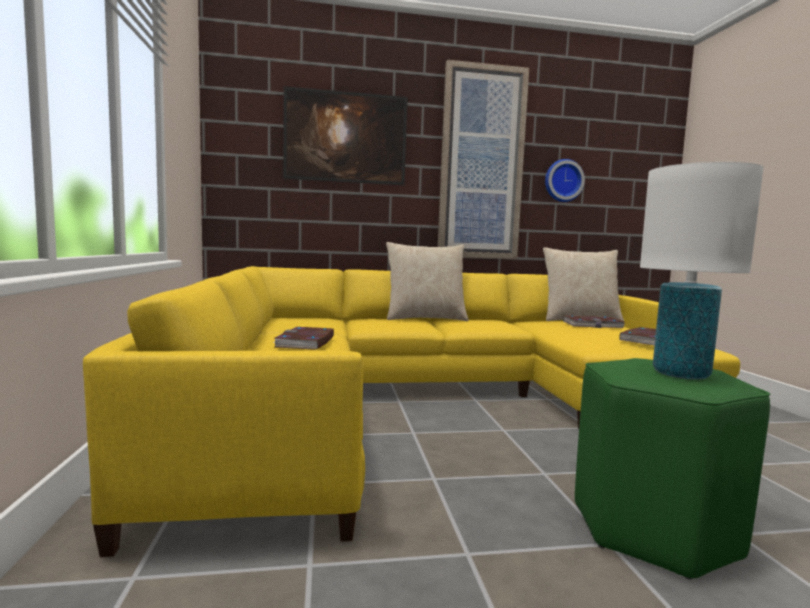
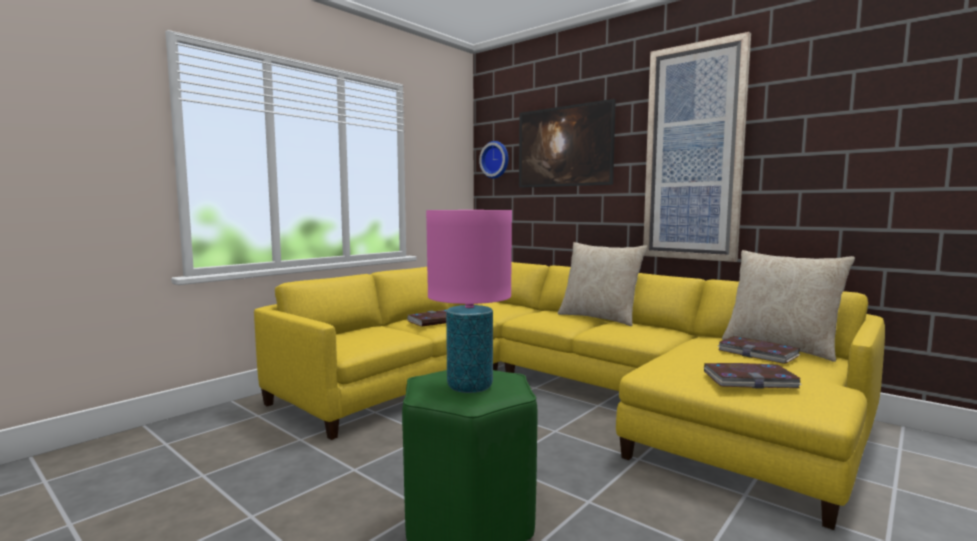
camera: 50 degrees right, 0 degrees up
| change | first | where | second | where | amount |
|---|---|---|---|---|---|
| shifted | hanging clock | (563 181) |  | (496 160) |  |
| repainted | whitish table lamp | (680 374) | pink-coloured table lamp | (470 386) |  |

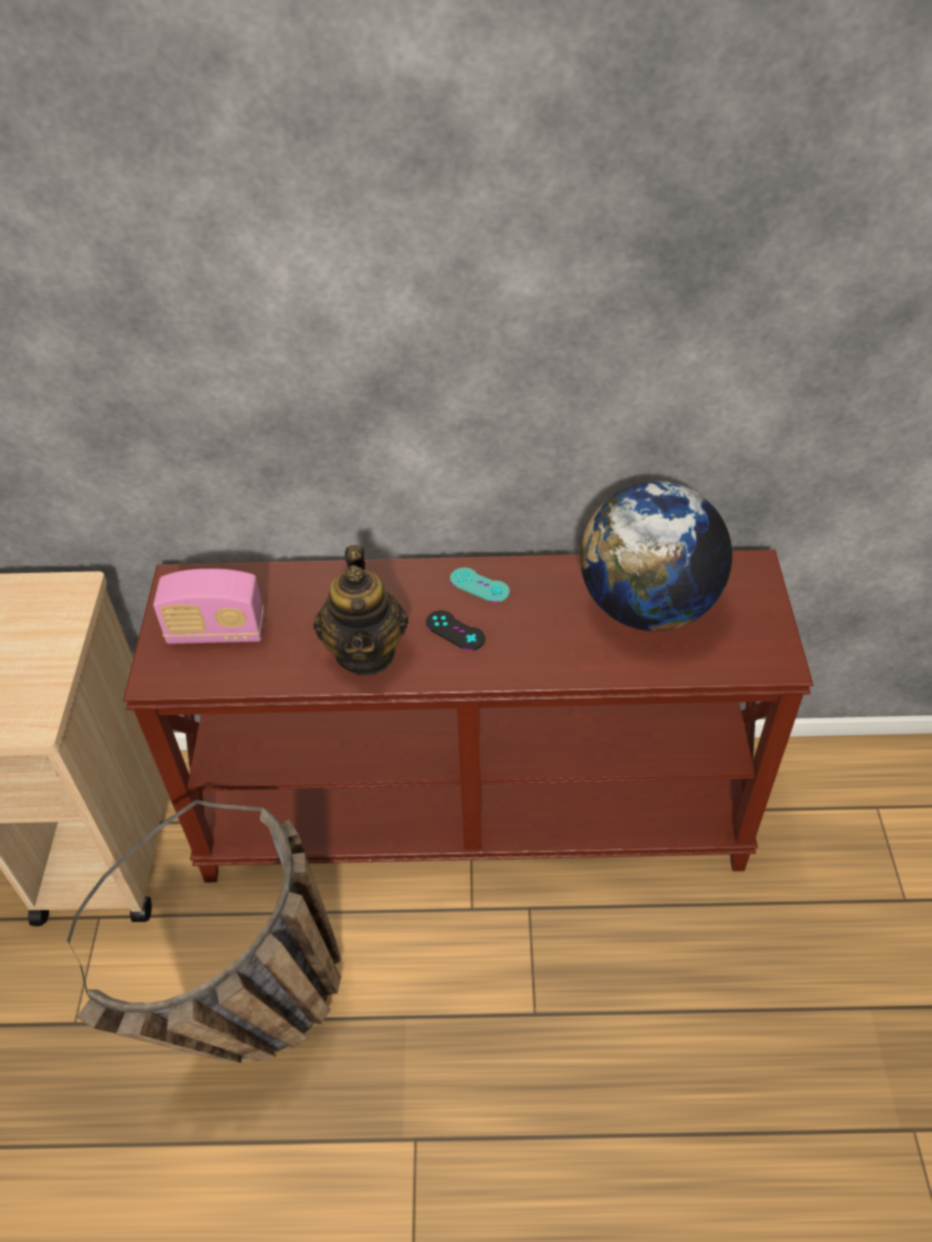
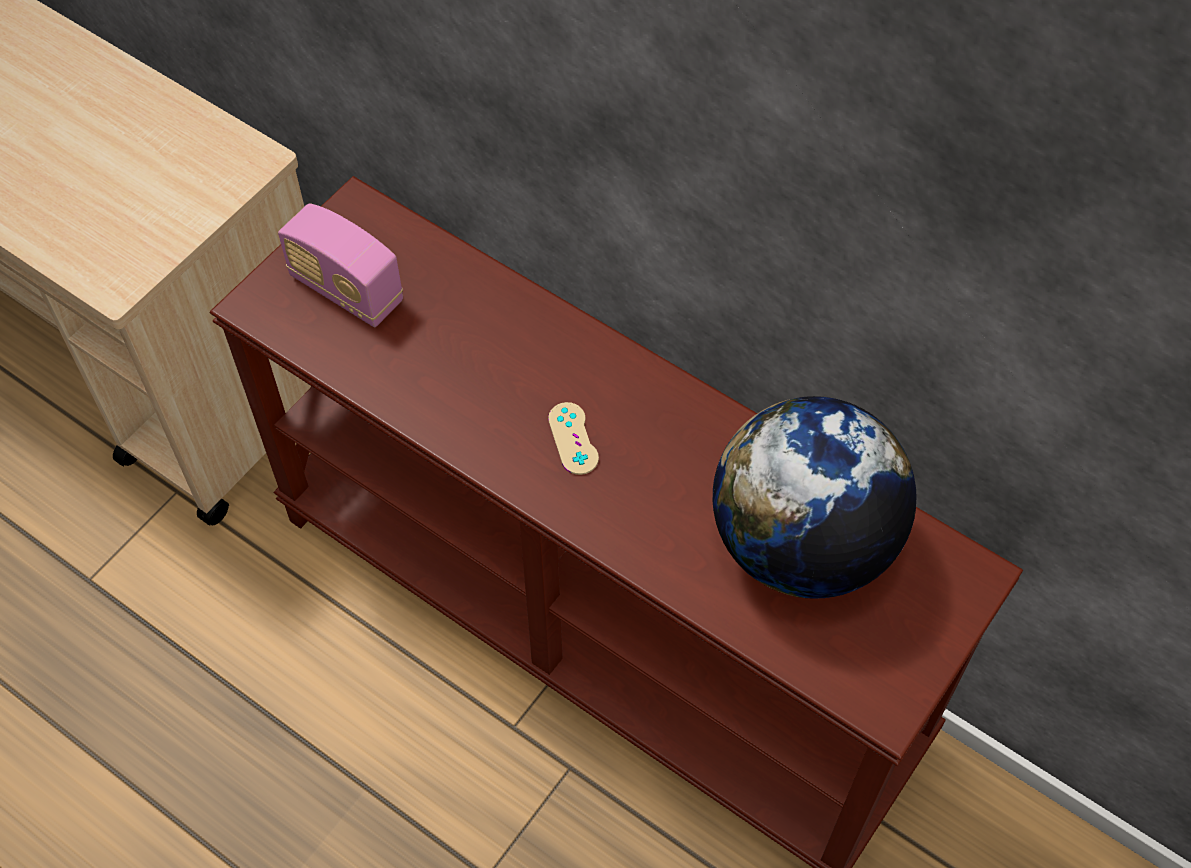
camera: 35 degrees right, 10 degrees up
| change | first | where | second | where | amount |
|---|---|---|---|---|---|
| gone | household basket | (251 1024) |  |  |  |
| gone | teapot | (366 652) |  |  |  |
| gone | blue-green joypad | (479 585) |  |  |  |
| repainted | black-coloured joypad | (455 631) | sand-coloured joypad | (573 438) |  |

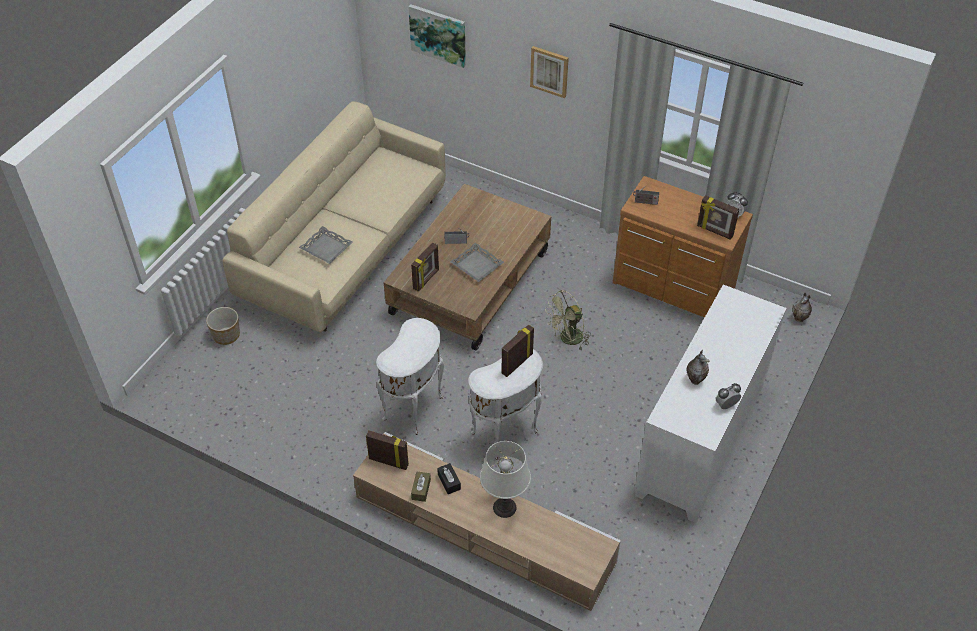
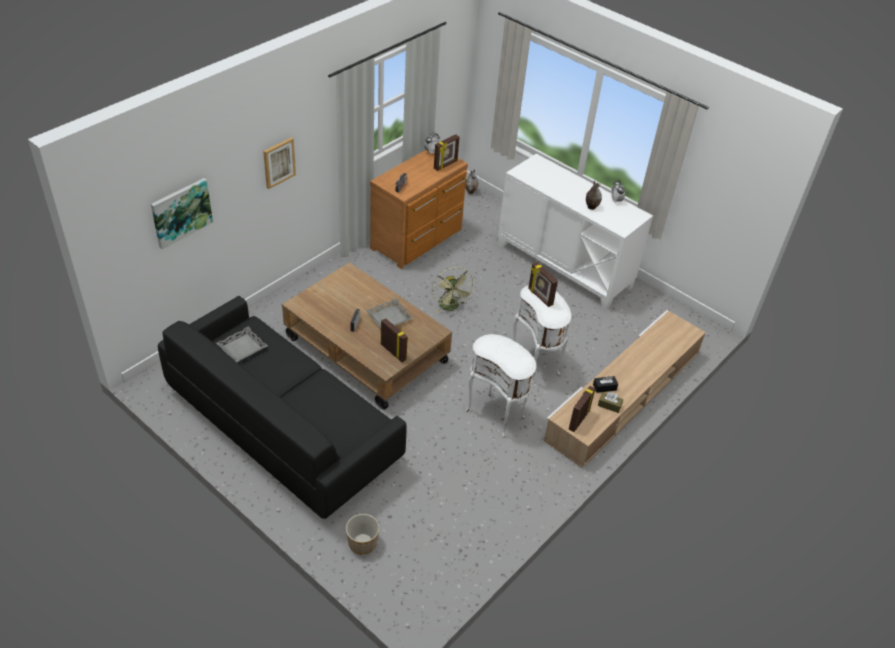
camera: 80 degrees left, 5 degrees down
| change | first | where | second | where | amount |
|---|---|---|---|---|---|
| gone | whitish table lamp | (504 507) |  |  |  |
| shifted | grey serving tray | (326 248) |  | (242 347) |  |
| repainted | sand-coloured sofa | (347 249) | black-coloured sofa | (284 427) |  |

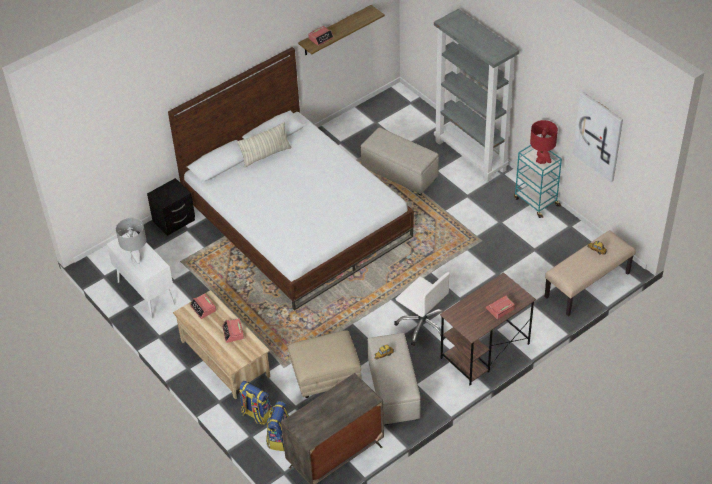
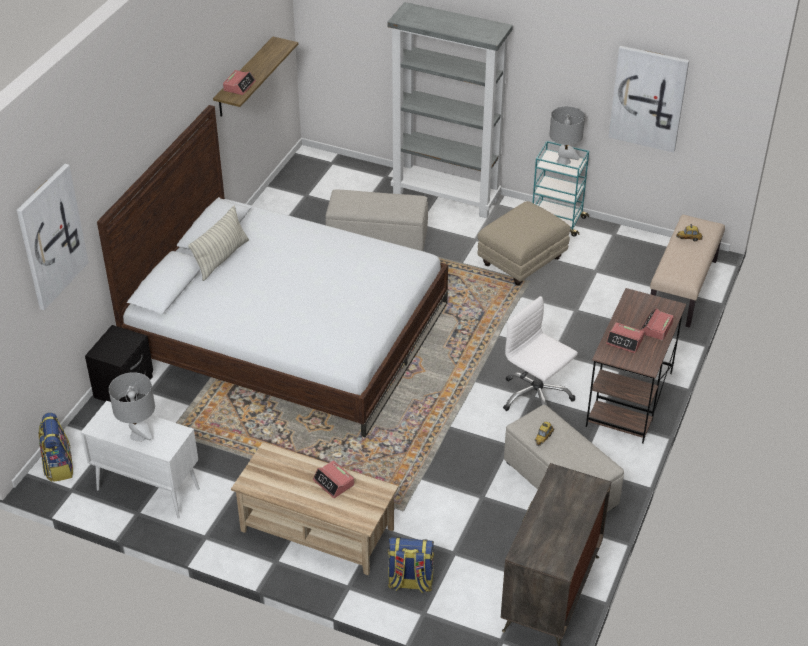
camera: 30 degrees left, 5 degrees down
| change | first | where | second | where | amount |
|---|---|---|---|---|---|
| new |  |  | wall picture | (51 236) |  |
| shifted | alarm clock | (203 308) |  | (625 341) |  |
| shifted | rucksack | (279 438) |  | (58 466) |  |
| shifted | sand-coloured ottoman | (325 377) |  | (521 262) |  |
| repainted | reddish table lamp | (541 160) | grey table lamp | (563 161) |  |
| rotated | whitish desk chair | (423 325) |  | (535 397) | 150 degrees counterclockwise |

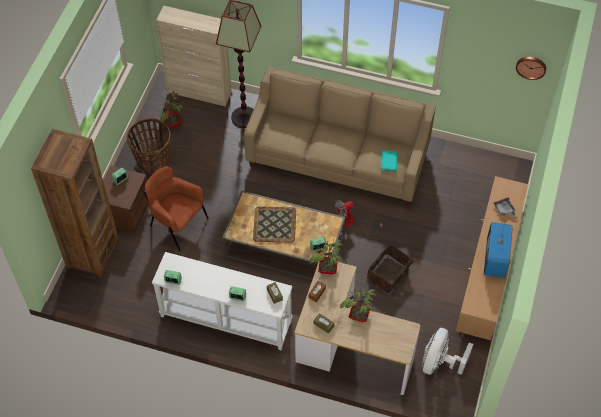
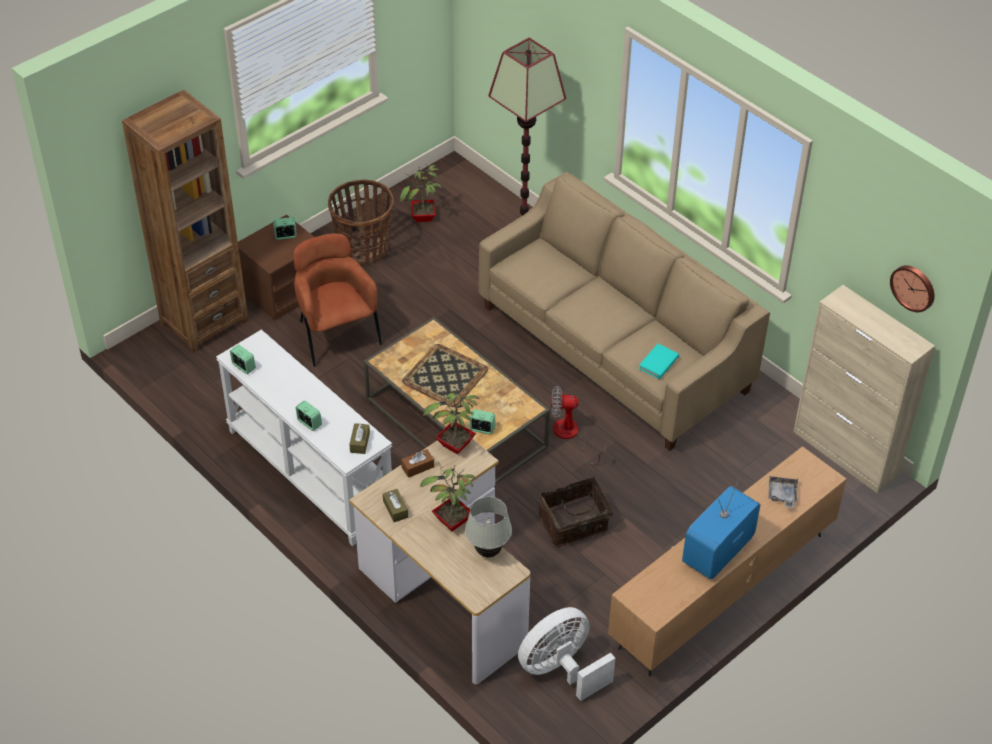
camera: 30 degrees right, 10 degrees down
| change | first | where | second | where | amount |
|---|---|---|---|---|---|
| new |  |  | whitish table lamp | (488 552) |  |
| shifted | sand-coloured cabinet | (200 92) |  | (845 454) |  |

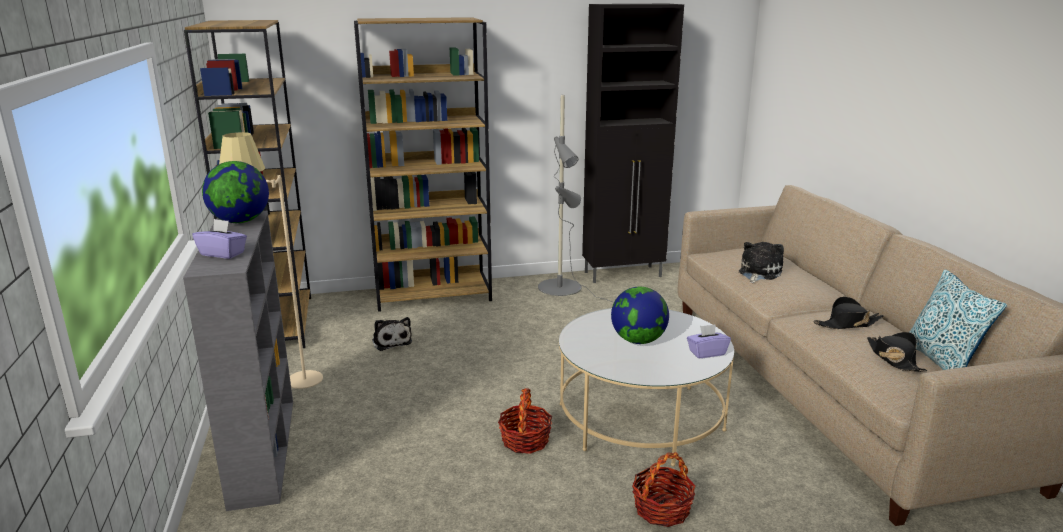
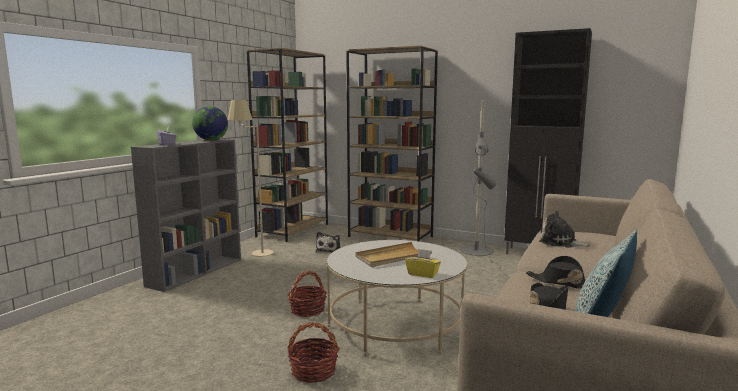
camera: 40 degrees right, 10 degrees down
| change | first | where | second | where | amount |
|---|---|---|---|---|---|
| swapped | globe | (638 340) | sand-coloured serving tray | (392 257) |  |
| repainted | purplish box of tissues | (706 353) | yellowish box of tissues | (423 274) |  |
| rotated | soft toy | (758 273) |  | (560 243) | 135 degrees counterclockwise |

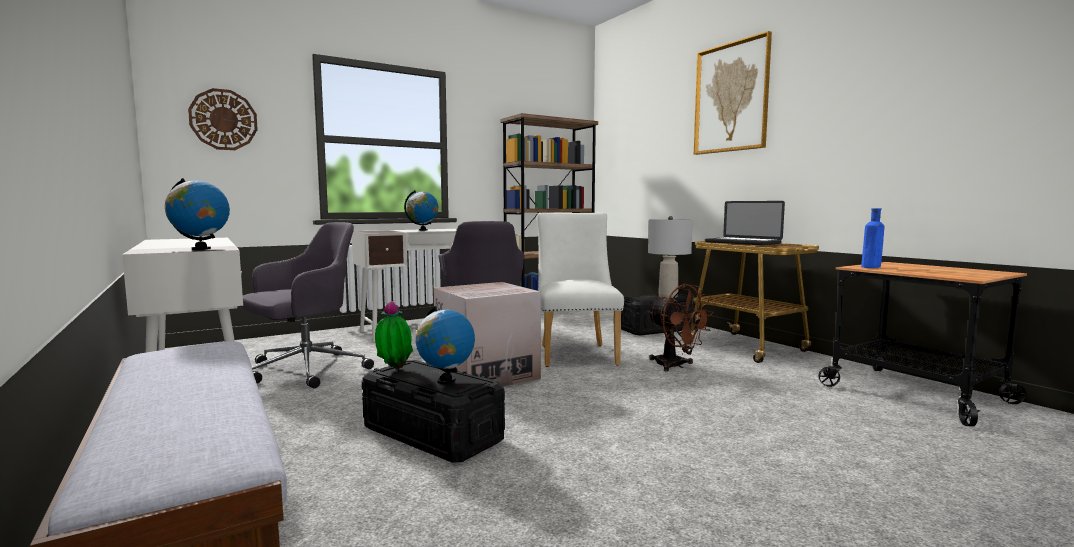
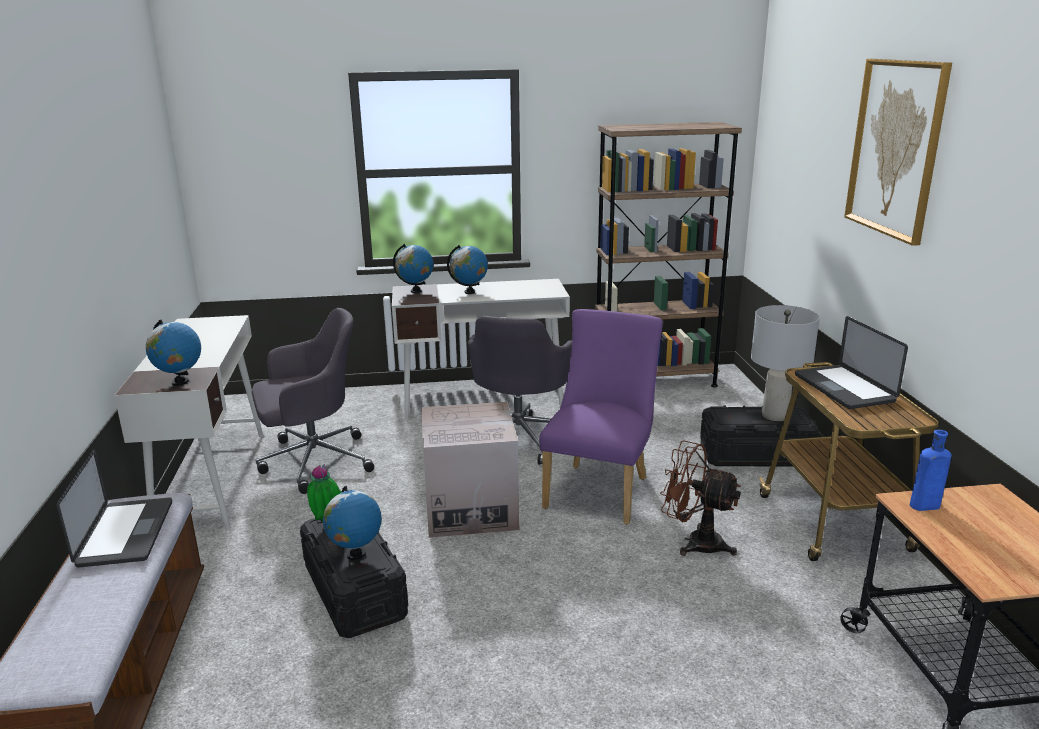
camera: 25 degrees right, 15 degrees up
| change | first | where | second | where | amount |
|---|---|---|---|---|---|
| gone | hanging clock | (223 119) |  |  |  |
| new |  |  | laptop | (126 533) |  |
| new |  |  | globe | (415 291) |  |
| repainted | whitish plain chair | (576 353) | purplish plain chair | (600 489) |  |
| rotated | brown-coloured electric fan | (676 366) |  | (695 542) | 135 degrees clockwise |

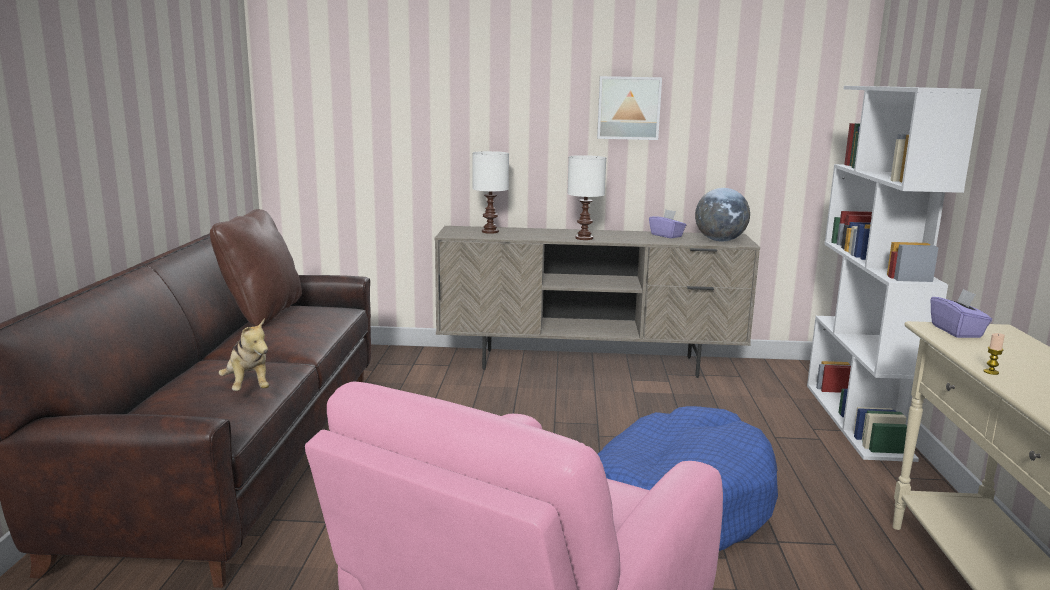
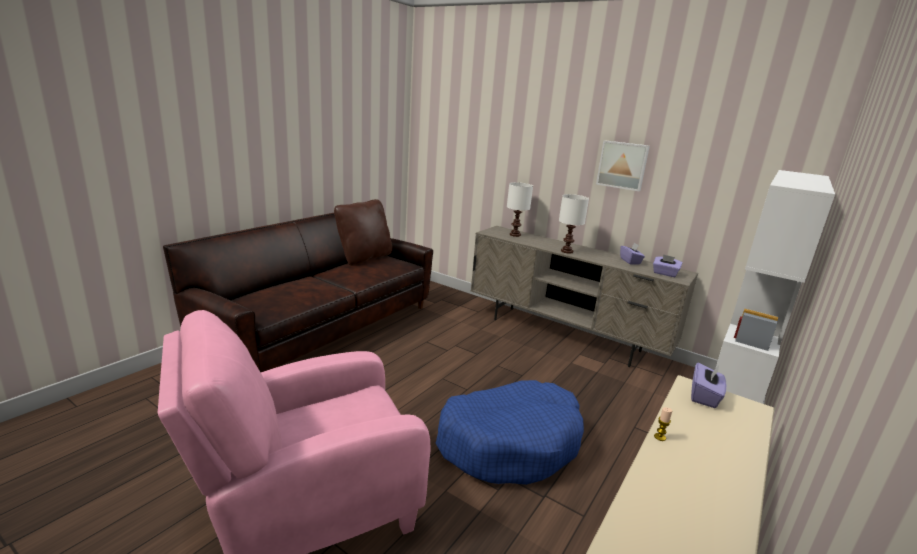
camera: 30 degrees right, 5 degrees up
| change | first | where | second | where | amount |
|---|---|---|---|---|---|
| gone | soft toy | (248 387) |  |  |  |
| swapped | globe | (720 240) | purplish box of tissues | (665 273) |  |

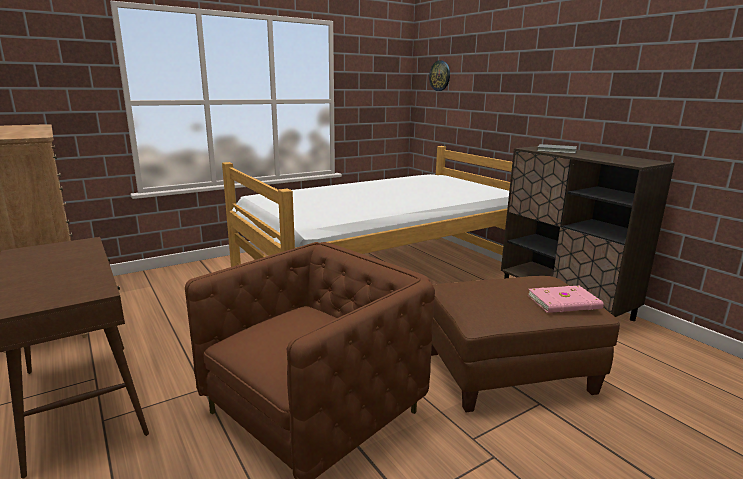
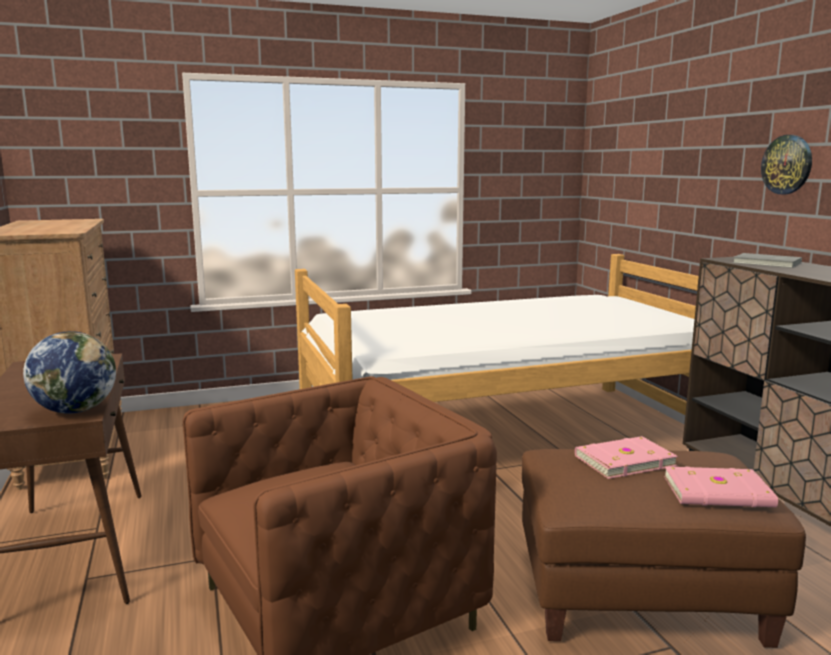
camera: 15 degrees right, 5 degrees down
| change | first | where | second | where | amount |
|---|---|---|---|---|---|
| new |  |  | globe | (76 410) |  |
| new |  |  | pink-coloured bound book | (623 460) |  |
| shifted | hanging clock | (440 75) |  | (787 164) |  |

